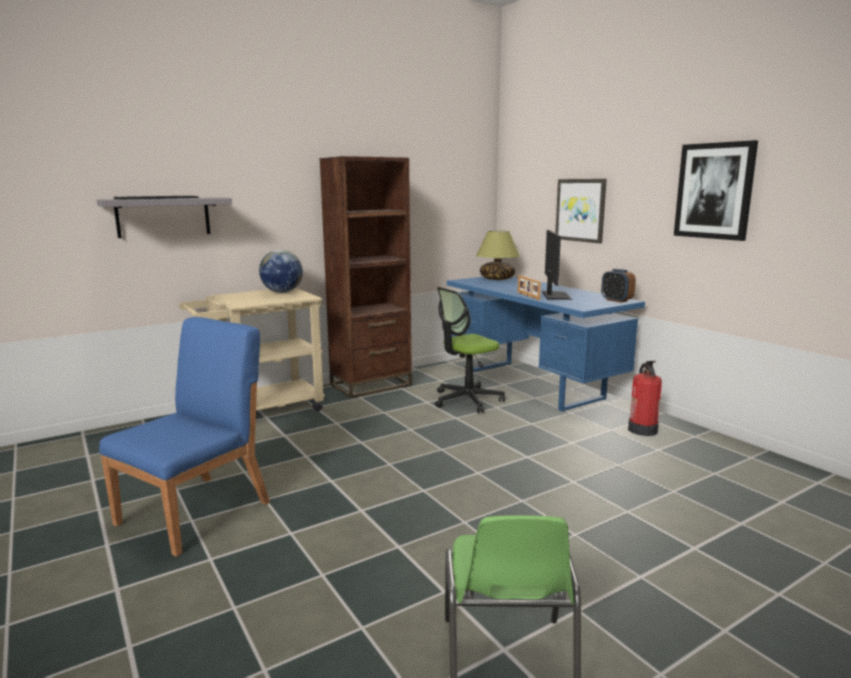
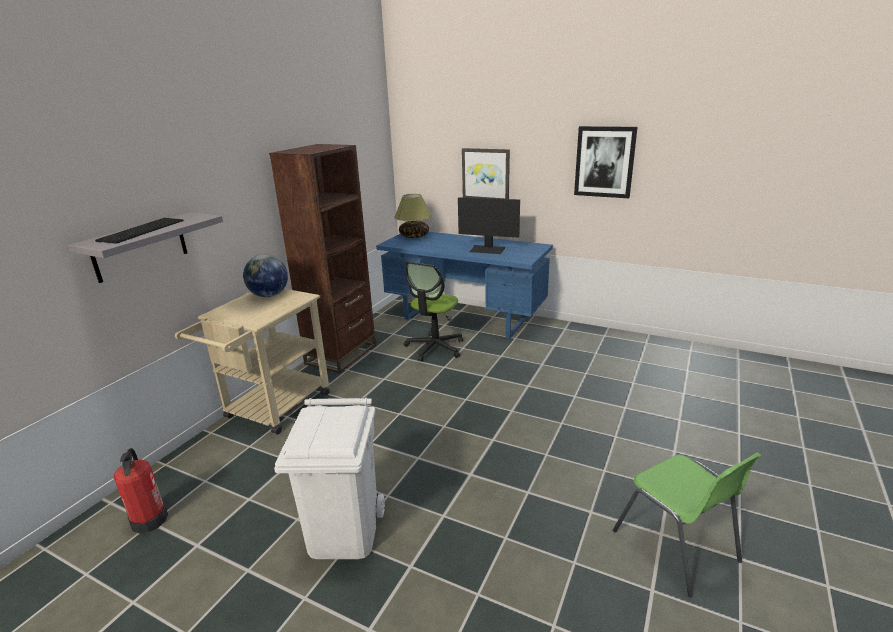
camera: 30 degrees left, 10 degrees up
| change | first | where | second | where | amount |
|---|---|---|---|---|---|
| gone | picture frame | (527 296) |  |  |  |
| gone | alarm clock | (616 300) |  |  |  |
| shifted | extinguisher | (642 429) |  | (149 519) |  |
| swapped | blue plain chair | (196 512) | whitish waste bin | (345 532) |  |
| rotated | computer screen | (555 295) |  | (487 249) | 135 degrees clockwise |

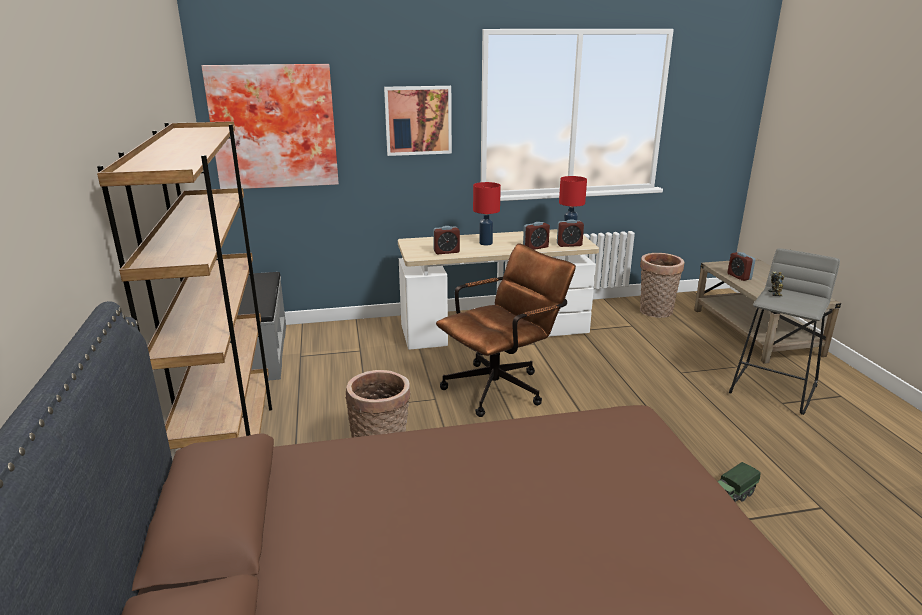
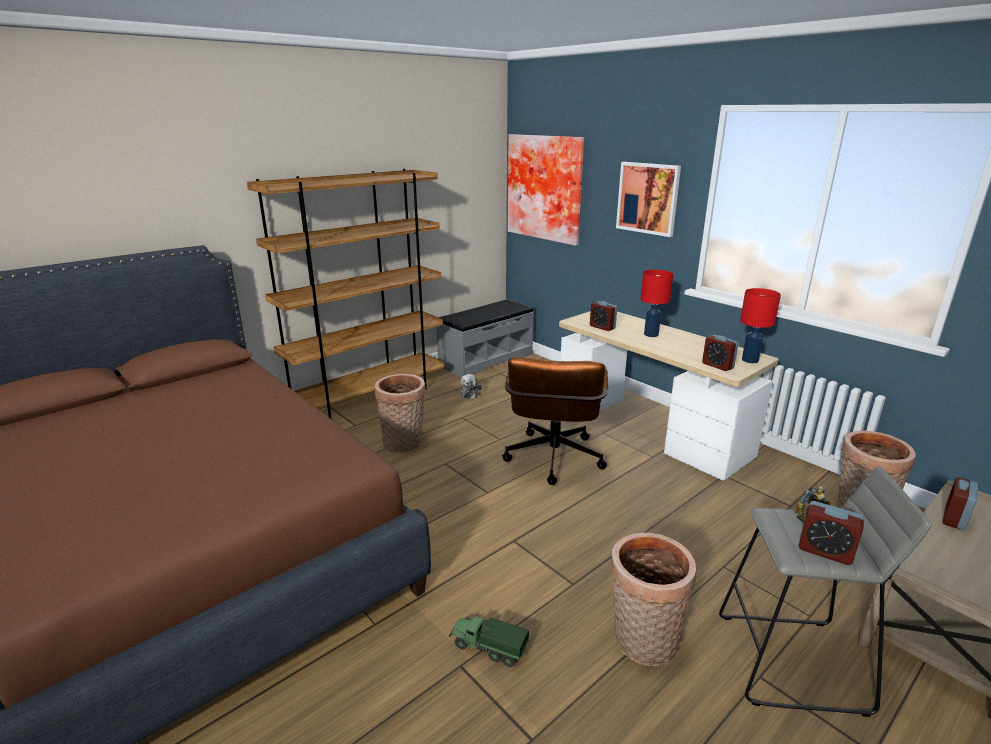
camera: 60 degrees right, 0 degrees up
| change | first | where | second | where | amount |
|---|---|---|---|---|---|
| new |  |  | soft toy | (470 393) |  |
| new |  |  | household basket | (642 643) |  |
| shifted | alarm clock | (535 247) |  | (825 551) |  |
| rotated | brown-coloured desk chair | (502 386) |  | (553 462) | 75 degrees clockwise |

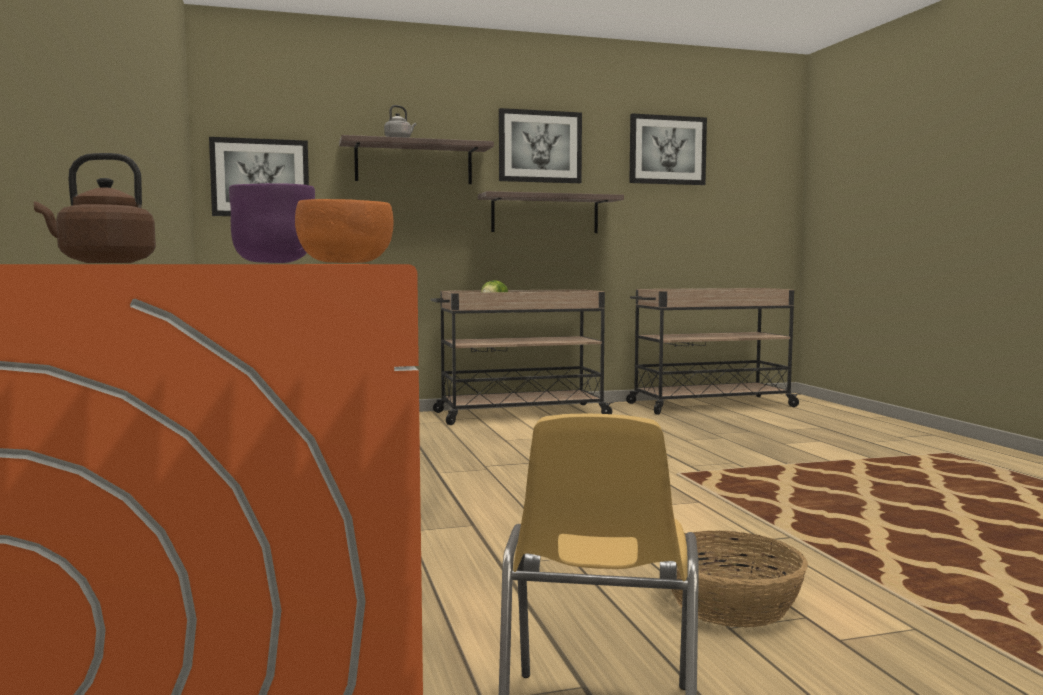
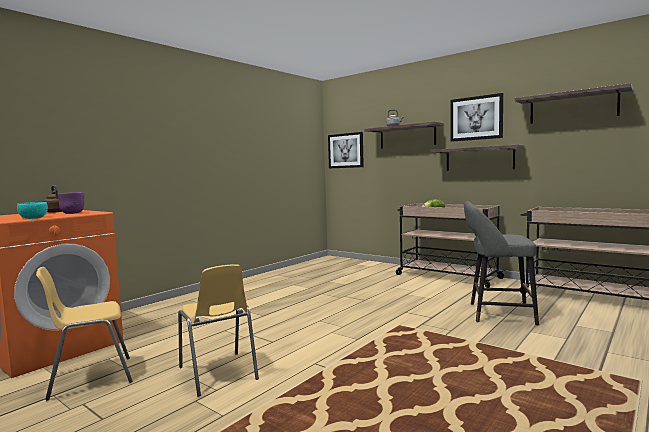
camera: 55 degrees right, 0 degrees up
| change | first | where | second | where | amount |
|---|---|---|---|---|---|
| new |  |  | grey stool seat | (497 313) |  |
| swapped | wall picture | (667 150) | bracket shelf | (572 107) |  |
| swapped | household basket | (731 604) | yellowish plain chair | (218 373) |  |
| repainted | orangey bowl | (345 262) | blue-green bowl | (34 218) |  |

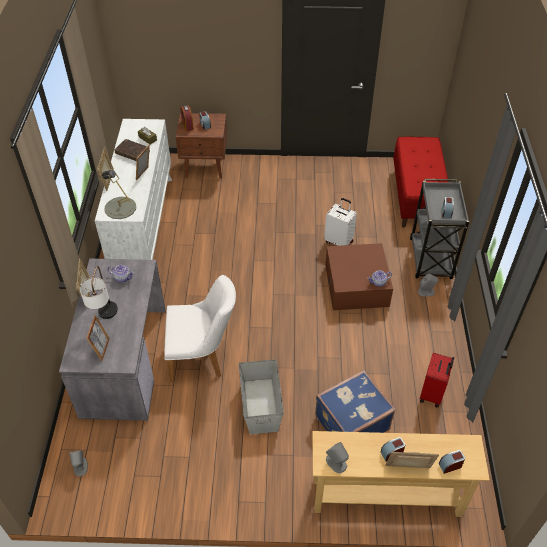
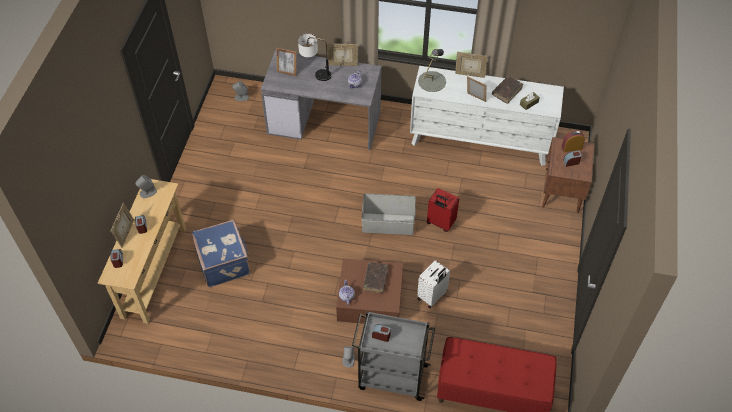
camera: 100 degrees right, 5 degrees up
| change | first | where | second | where | amount |
|---|---|---|---|---|---|
| gone | whitish plain chair | (202 357) |  |  |  |
| new |  |  | brown-coloured bound book | (375 279) |  |
| shifted | grey storage box | (261 405) |  | (388 224) |  |
| shifted | reddish piece of luggage | (432 394) |  | (440 223) |  |

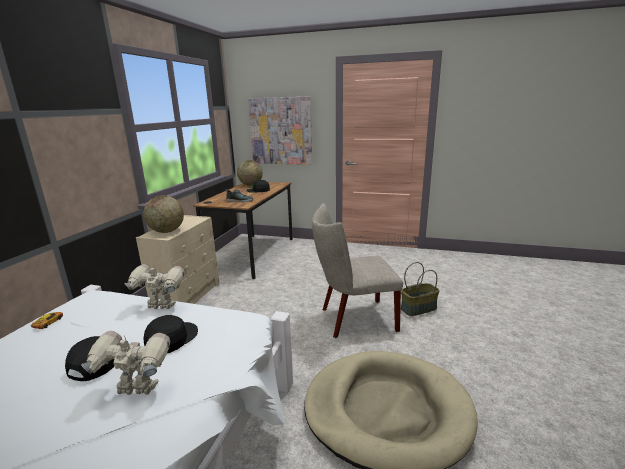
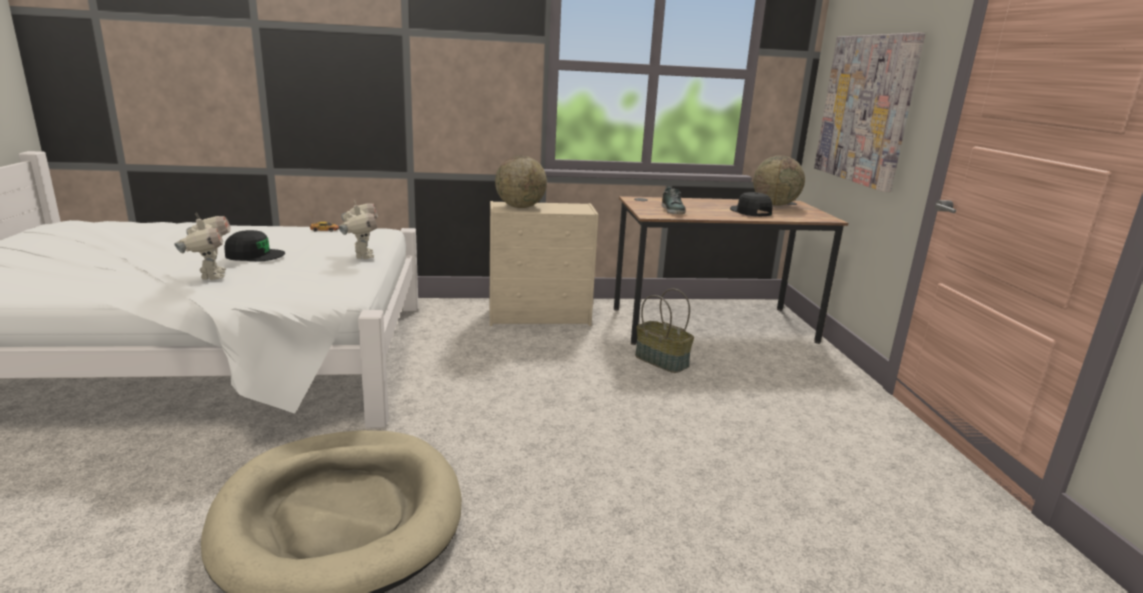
camera: 65 degrees right, 0 degrees up
| change | first | where | second | where | amount |
|---|---|---|---|---|---|
| gone | black-coloured baseball cap | (171 338) |  |  |  |
| gone | sand-coloured plain chair | (353 319) |  |  |  |
| shifted | household basket | (418 308) |  | (662 361) |  |

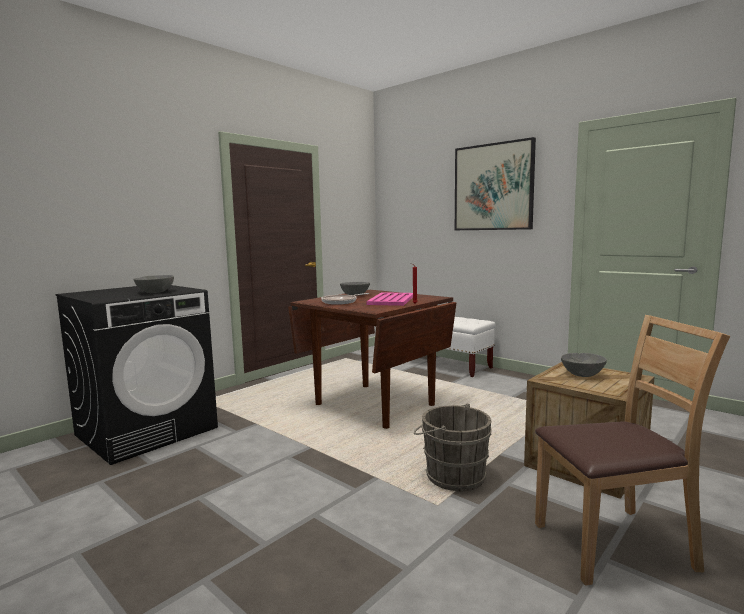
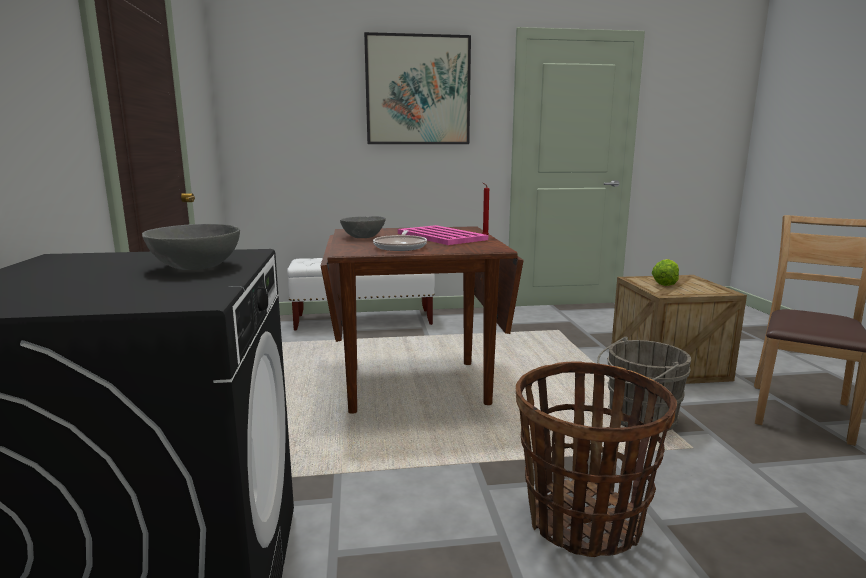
camera: 50 degrees left, 5 degrees up
| change | first | where | second | where | amount |
|---|---|---|---|---|---|
| new |  |  | household basket | (583 521) |  |
| swapped | grey bowl | (582 374) | lettuce head | (665 283) |  |

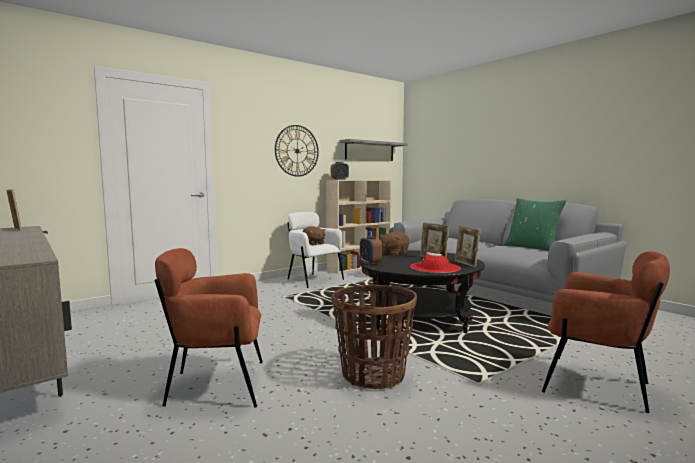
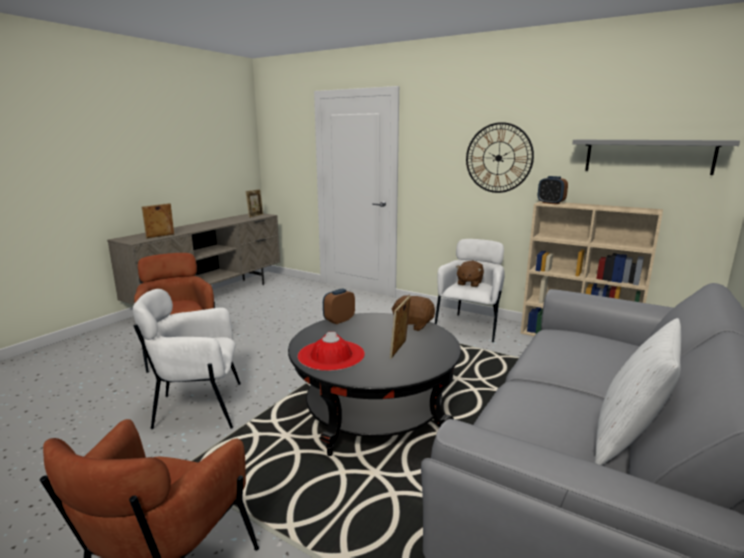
camera: 70 degrees right, 10 degrees up
| change | first | where | second | where | amount |
|---|---|---|---|---|---|
| shifted | picture frame | (466 264) |  | (160 237) |  |
| swapped | household basket | (373 375) | whitish lounge chair | (198 408) |  |
| repainted | green pillow | (532 247) | whitish pillow | (628 440) |  |

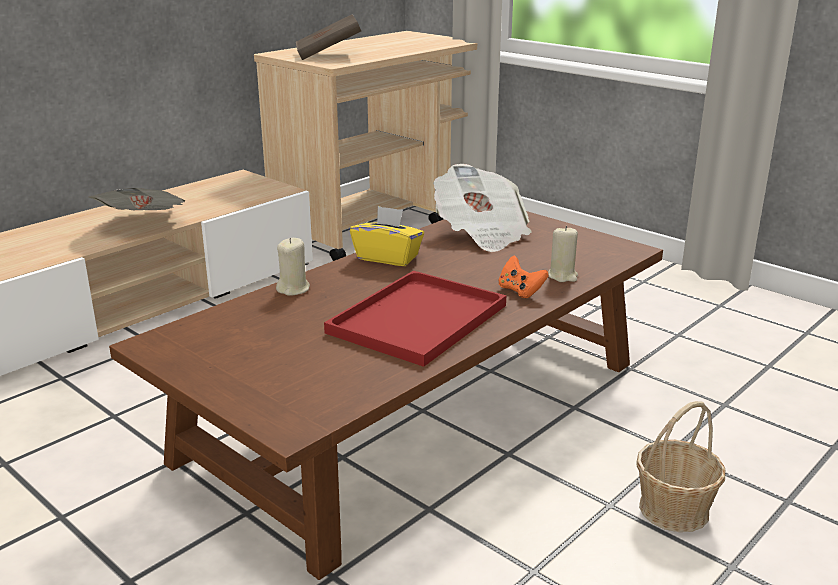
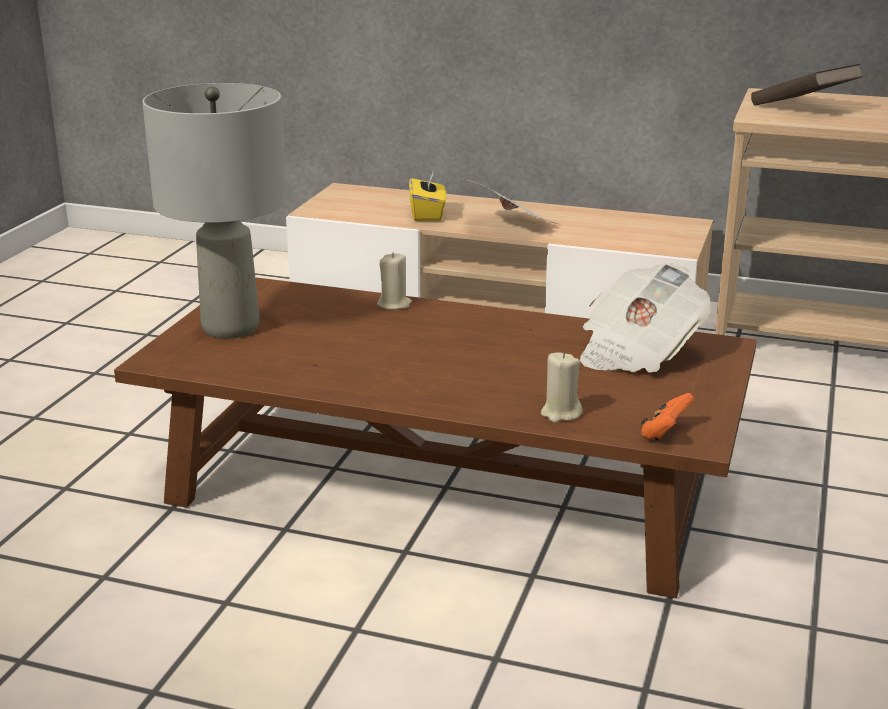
camera: 65 degrees right, 0 degrees up
| change | first | where | second | where | amount |
|---|---|---|---|---|---|
| gone | reddish serving tray | (418 317) |  |  |  |
| gone | household basket | (674 509) |  |  |  |
| new |  |  | grey table lamp | (230 328) |  |
| shifted | yellowish box of tissues | (388 257) |  | (427 214) |  |
| shifted | orangey joypad | (520 291) |  | (664 433) |  |

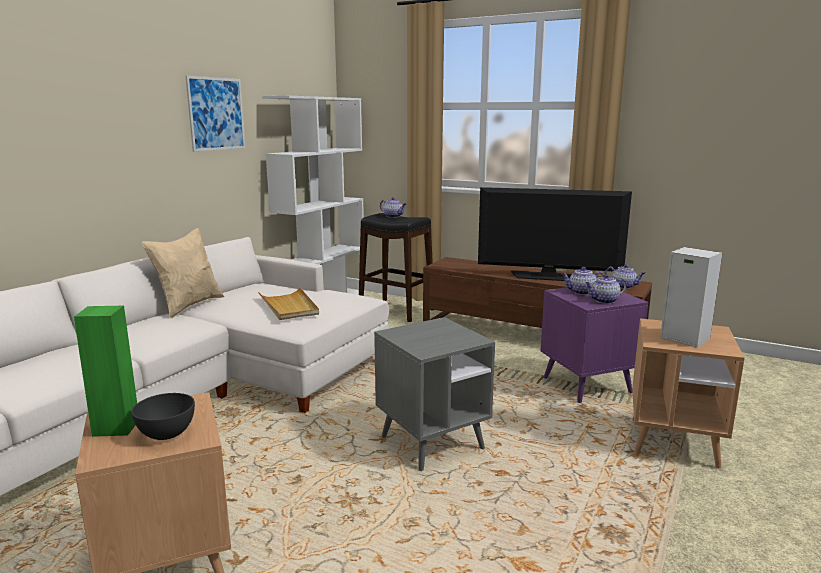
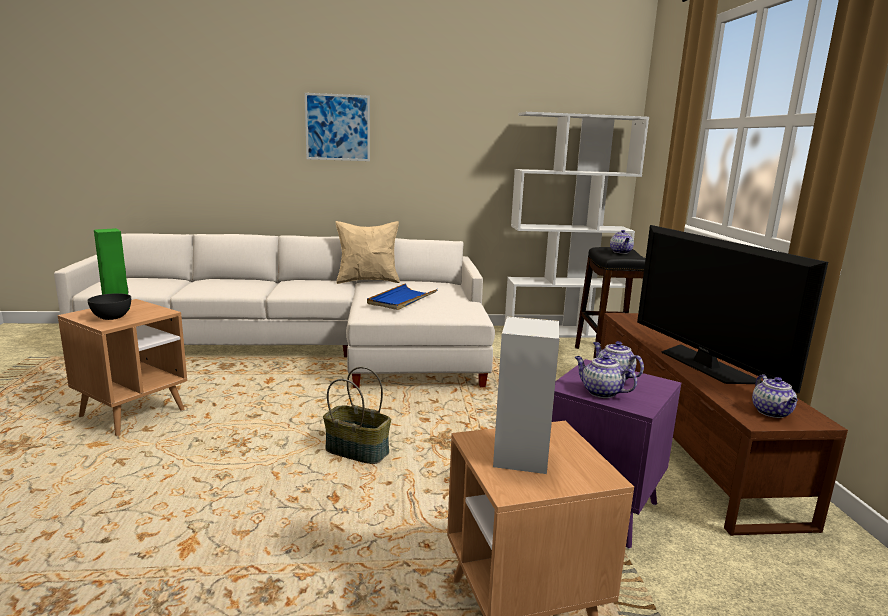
camera: 55 degrees right, 0 degrees up
| change | first | where | second | where | amount |
|---|---|---|---|---|---|
| shifted | wall picture | (216 114) |  | (337 127) |  |
| swapped | grey end table | (432 443) | household basket | (358 450) |  |
| repainted | sand-coloured serving tray | (289 306) | blue serving tray | (402 299) |  |

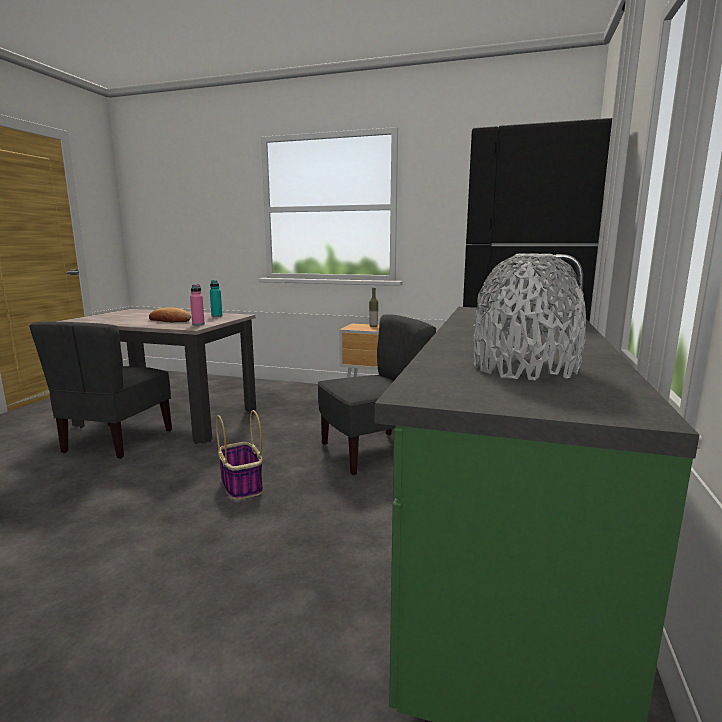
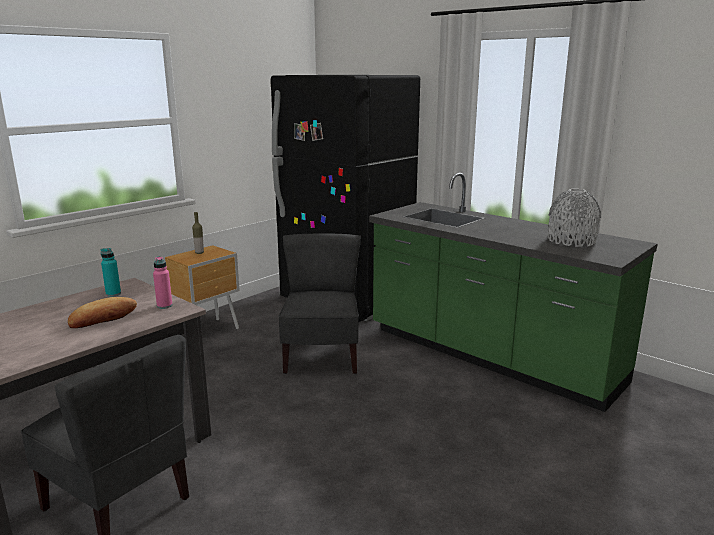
camera: 65 degrees left, 5 degrees up
| change | first | where | second | where | amount |
|---|---|---|---|---|---|
| gone | household basket | (241 485) |  |  |  |

